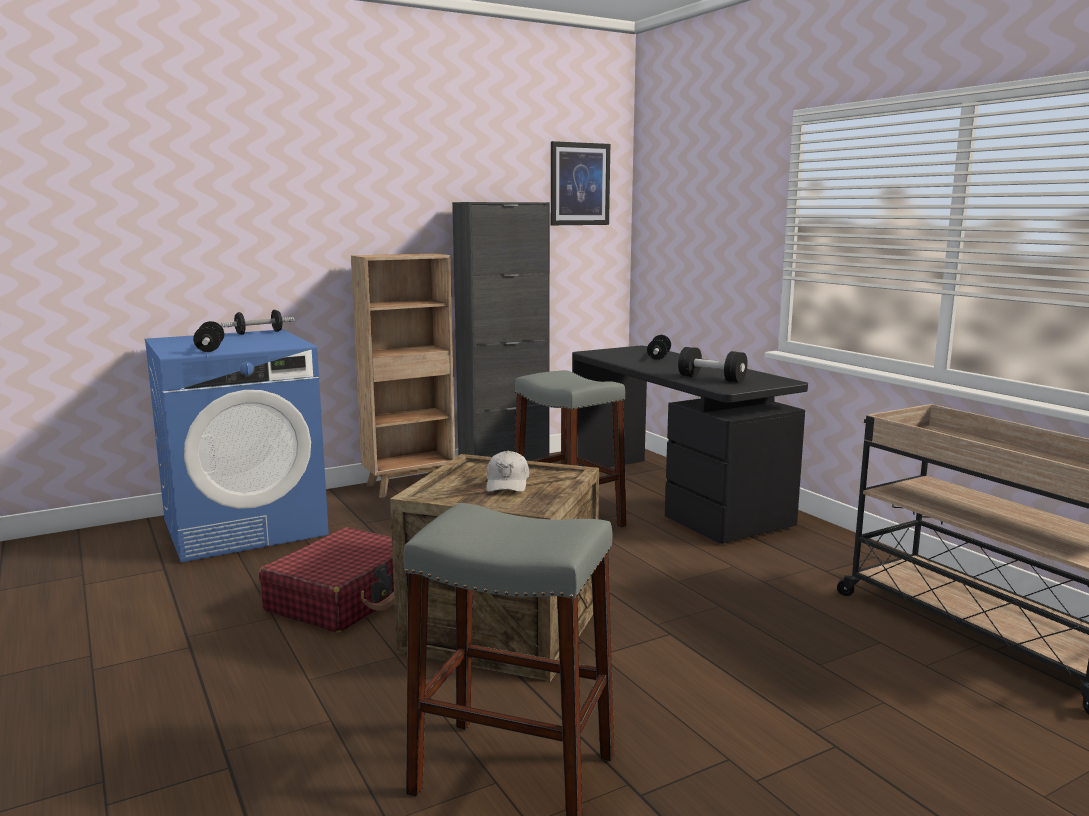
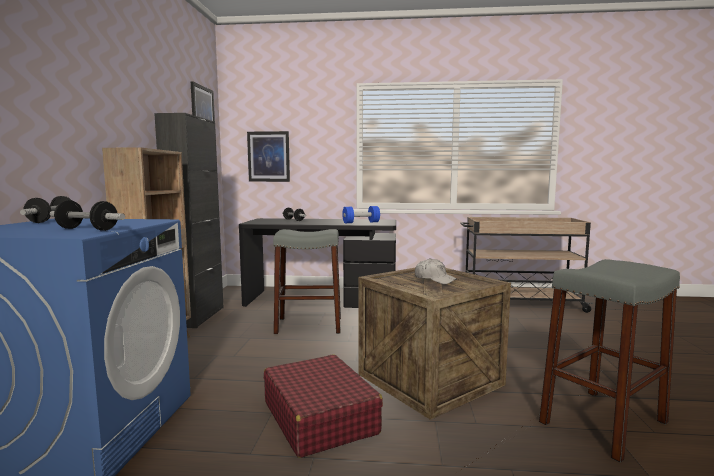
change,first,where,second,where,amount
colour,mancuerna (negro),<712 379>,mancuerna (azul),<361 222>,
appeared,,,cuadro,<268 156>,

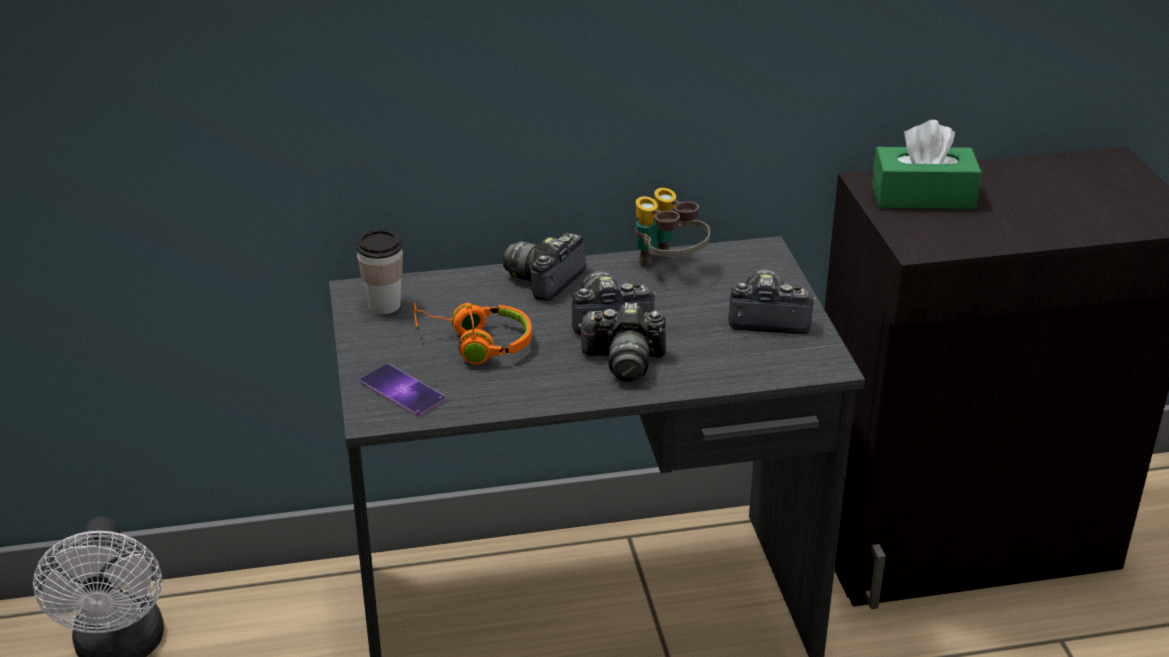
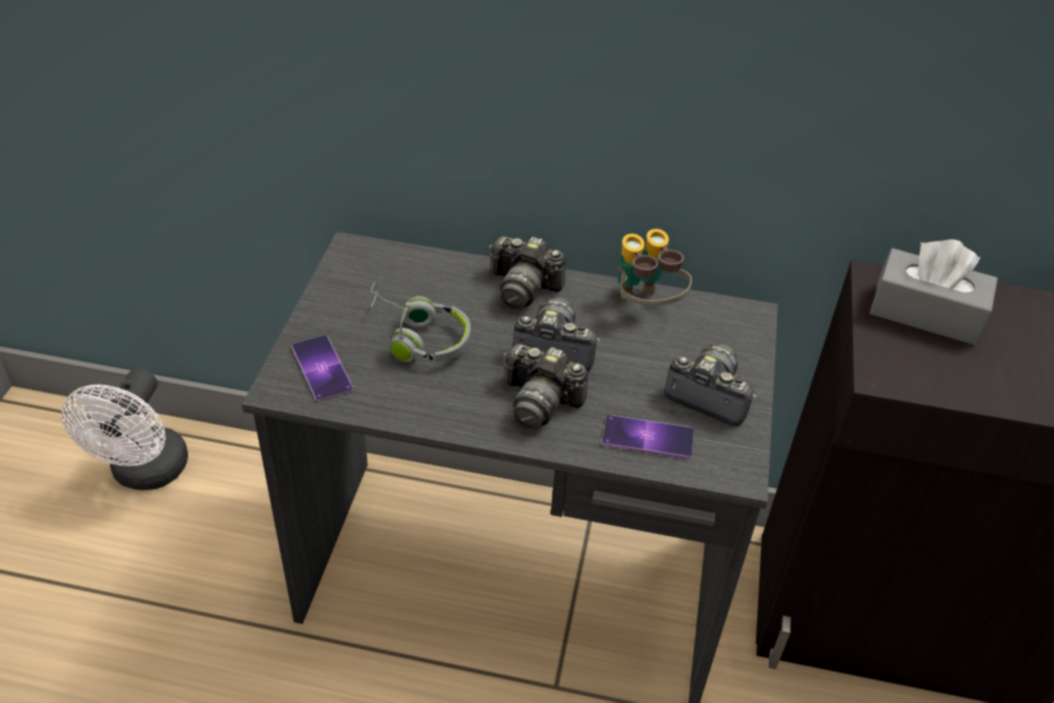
change,first,where,second,where,amount
missing,taza,<384 305>,,,
colour,auriculares (naranja),<475 343>,auriculares (gris),<417 337>,
spun,cámara,<546 280>,,<523 287>,120 degrees counterclockwise
colour,caja de pañuelos (verde),<923 196>,caja de pañuelos (gris),<926 313>,
appeared,,,móvil,<648 437>,

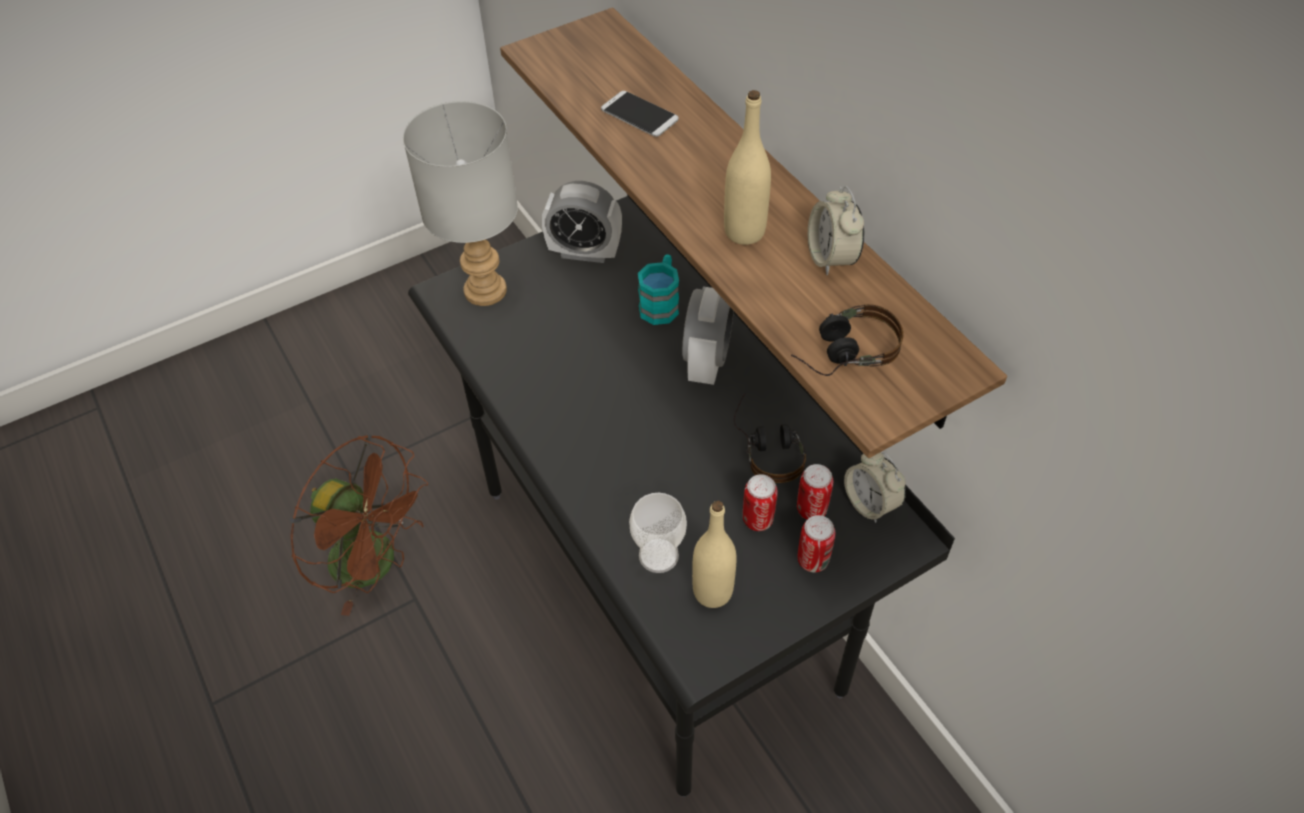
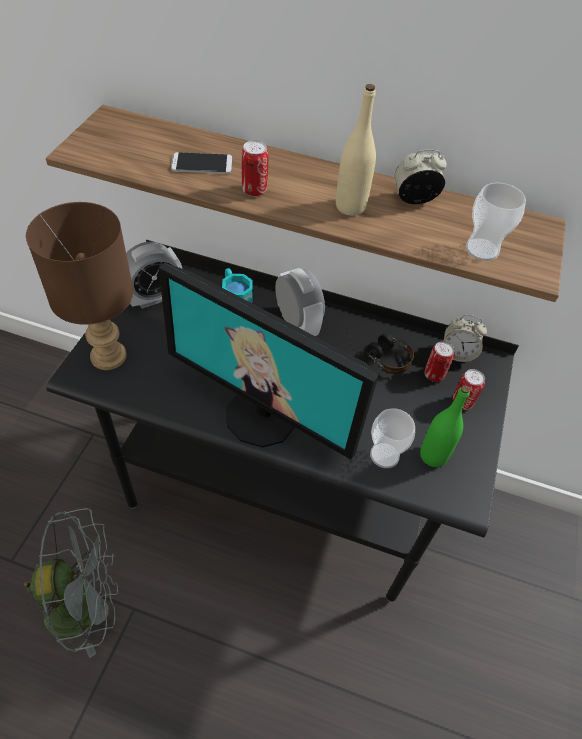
change,first,where,second,where,amount
colour,ventilador (marrón),<376 564>,ventilador (gris),<86 605>,
colour,lámpara de mesa (gris),<485 292>,lámpara de mesa (marrón),<109 357>,
colour,botella (beis),<712 592>,botella (verde),<433 455>,
relocated,lata,<757 520>,,<254 190>,
exchanged,auriculares,<840 353>,taza,<482 250>,
spun,despertador,<831 258>,,<414 199>,135 degrees clockwise
appeared,,,monitor,<261 416>,

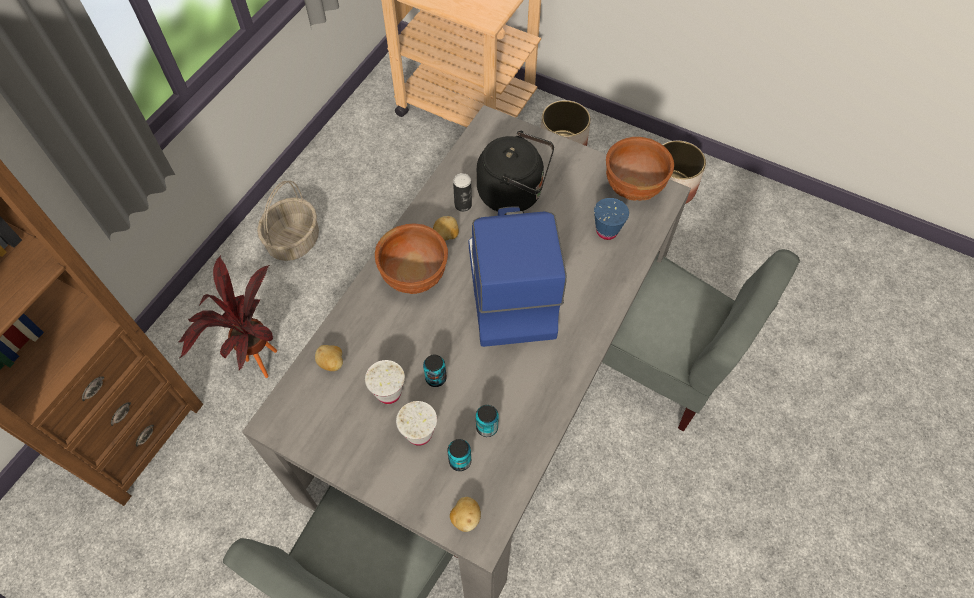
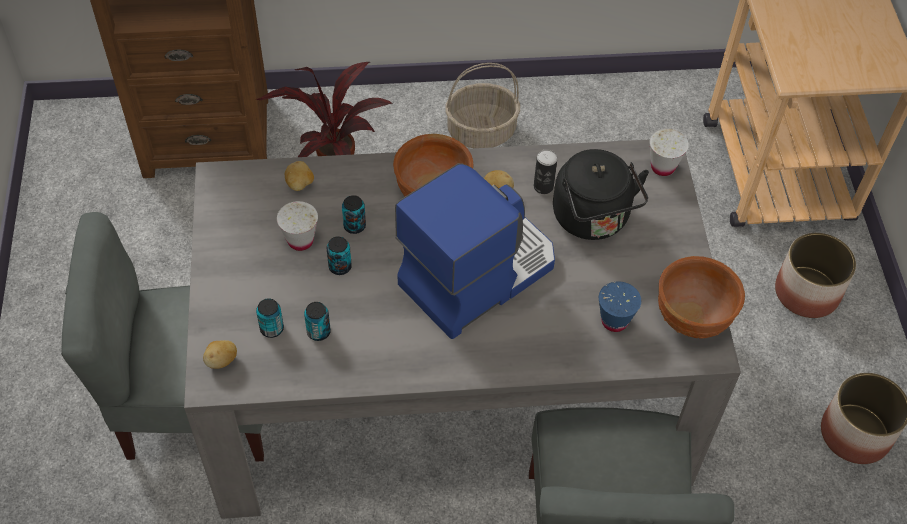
change,first,where,second,where,amount
relocated,taza (blanco),<419 434>,,<662 167>,
appeared,,,lata,<354 226>,

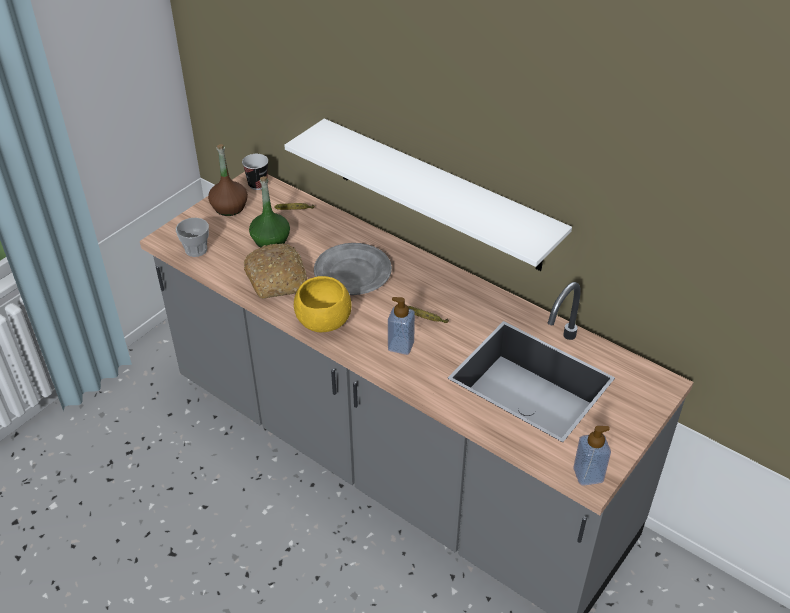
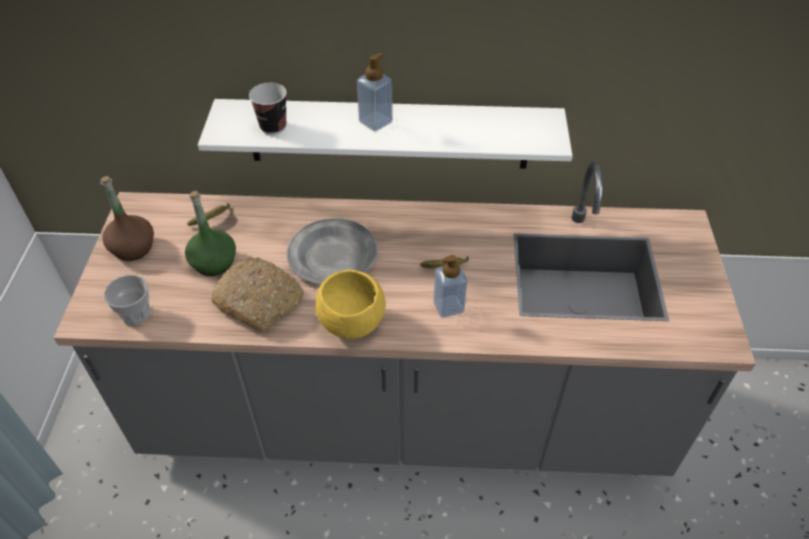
change,first,where,second,where,amount
relocated,taza,<258 184>,,<273 127>,
relocated,dispensador de jabón,<588 474>,,<375 122>,

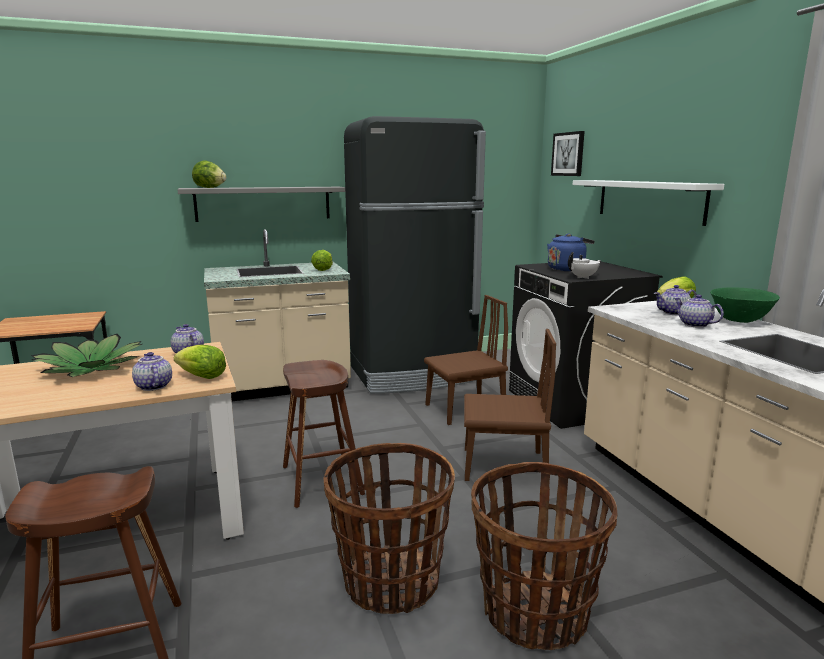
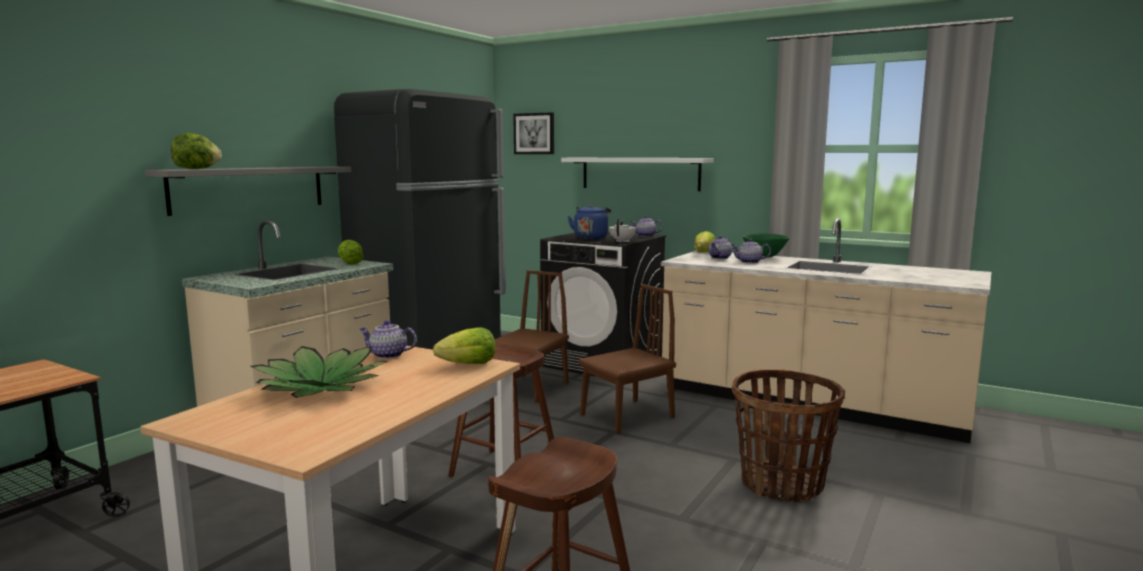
change,first,where,second,where,amount
relocated,tetera,<153 386>,,<645 236>,
missing,cesta,<390 582>,,,

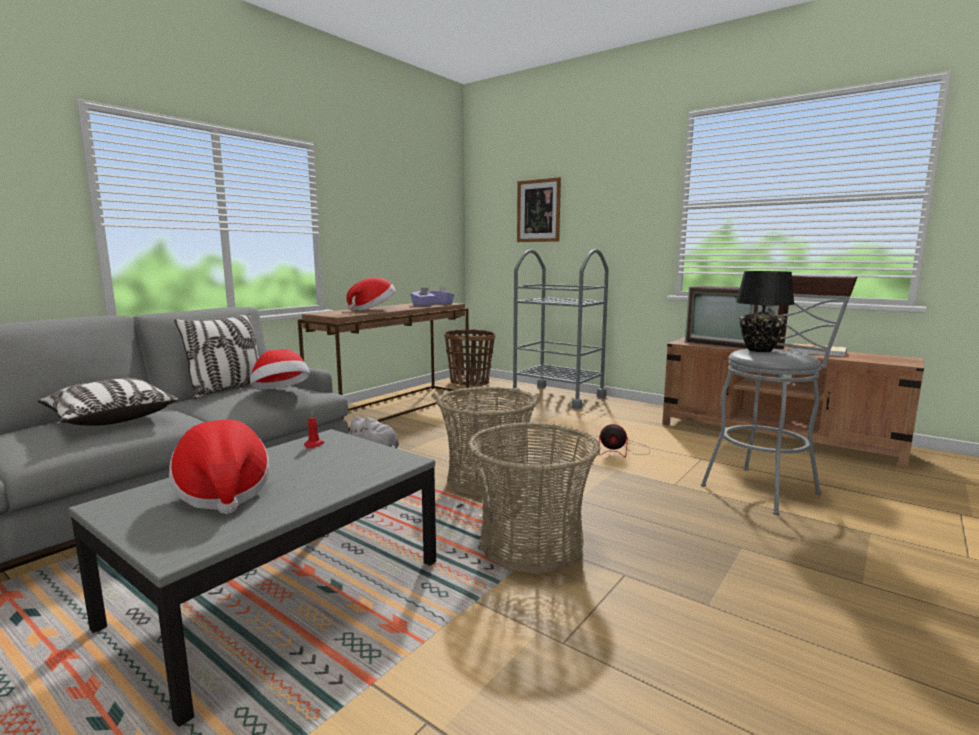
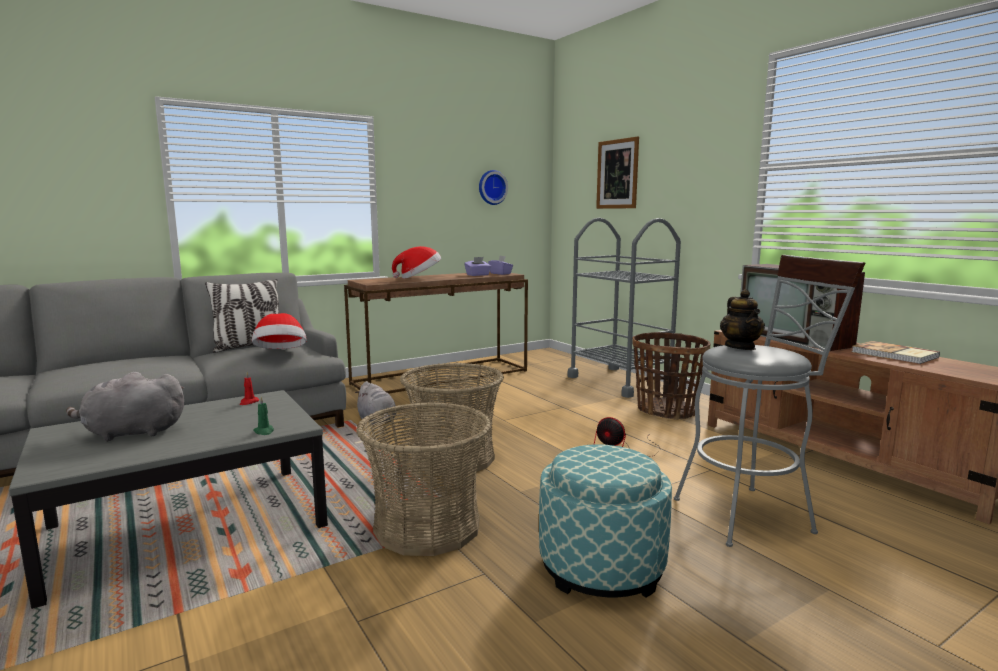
change,first,where,second,where,amount
missing,cojín,<110 418>,,,
exchanged,sombrero,<223 493>,peluche (gris),<131 433>,
relocated,cesta,<470 382>,,<666 411>,
exchanged,lámpara de mesa (negro),<759 350>,tetera,<740 347>,
appeared,,,vela (verde),<264 431>,
appeared,,,reloj de pared,<491 187>,
appeared,,,puf,<601 567>,

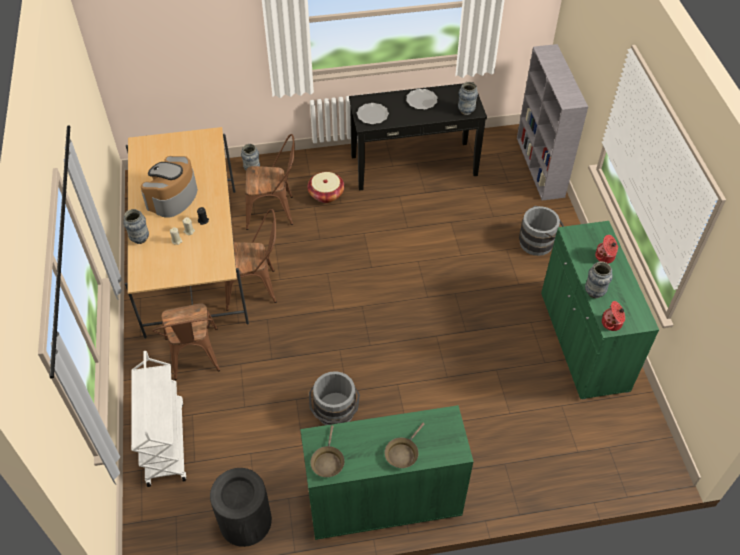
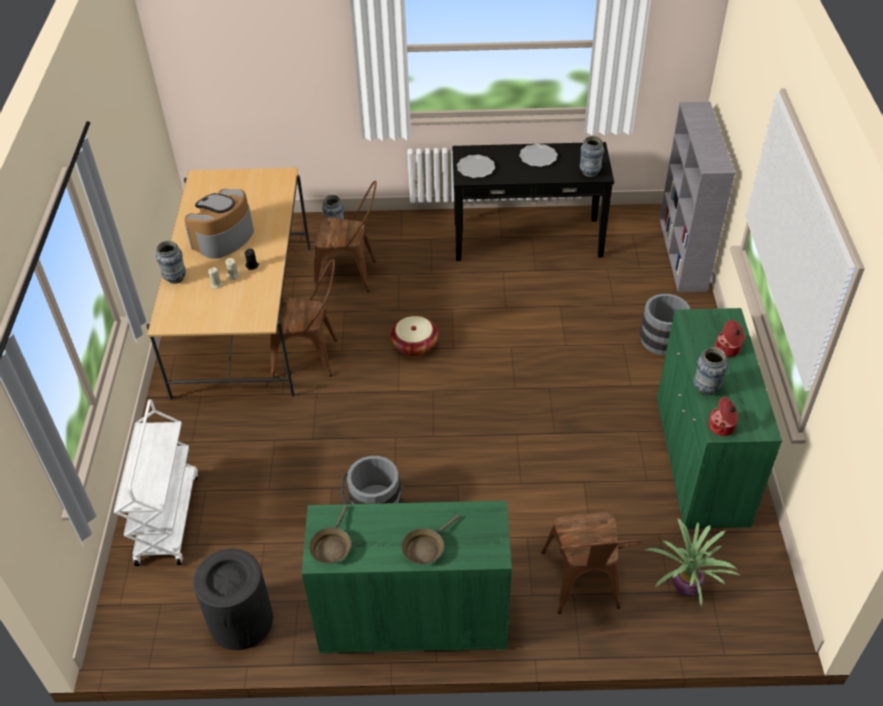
change,first,where,second,where,amount
relocated,silla (marrón),<194 358>,,<584 585>,
relocated,cesta,<326 194>,,<414 345>,
appeared,,,planta en maceta,<687 585>,

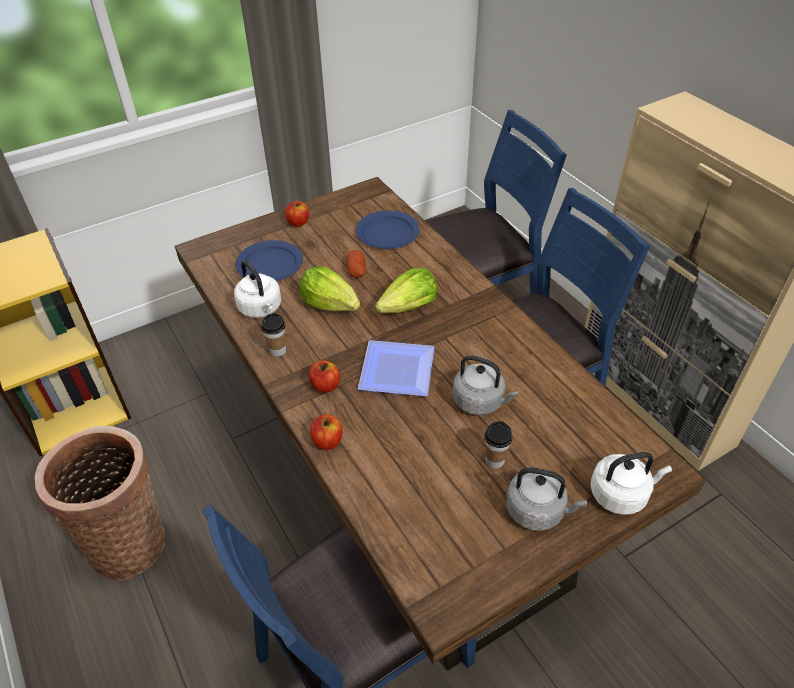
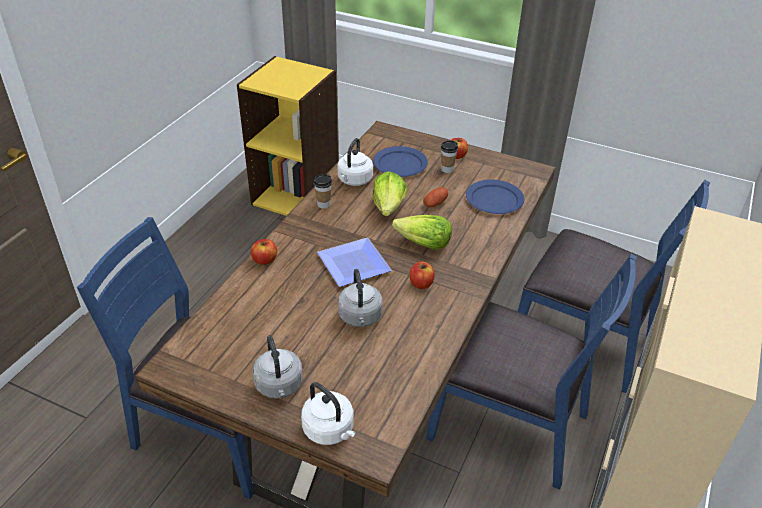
change,first,where,second,where,amount
missing,cesta,<130 541>,,,
relocated,manzana,<325 385>,,<421 284>,
relocated,taza,<494 460>,,<447 169>,

